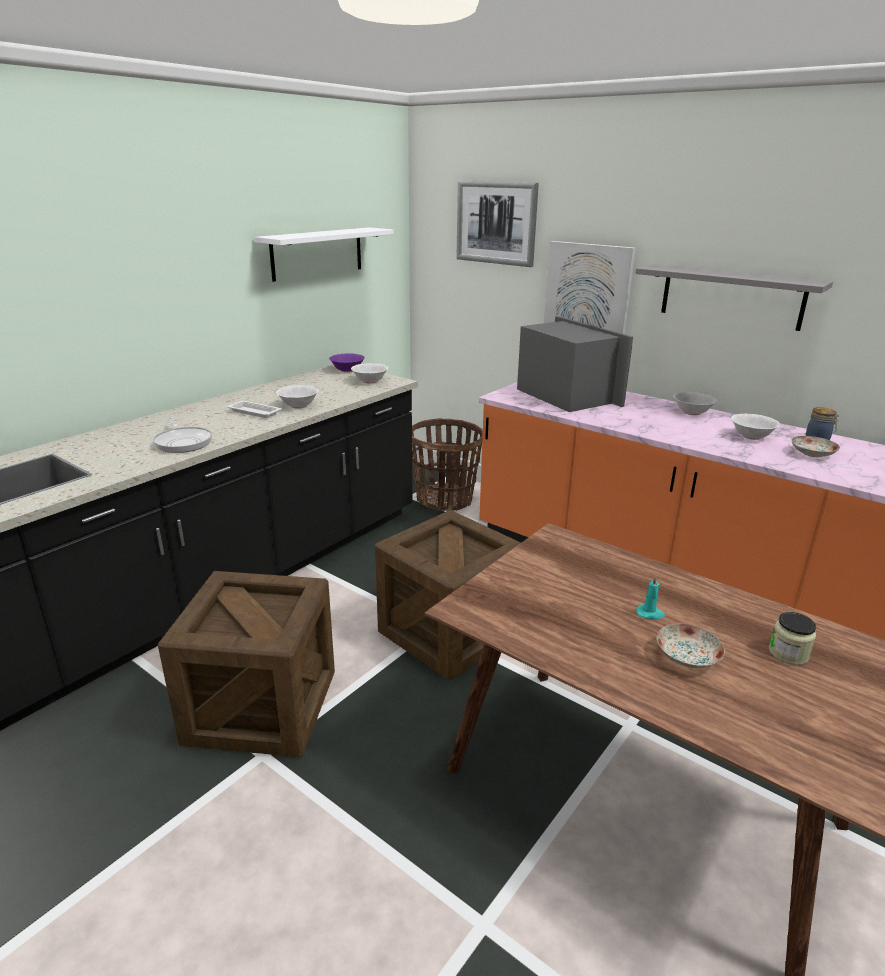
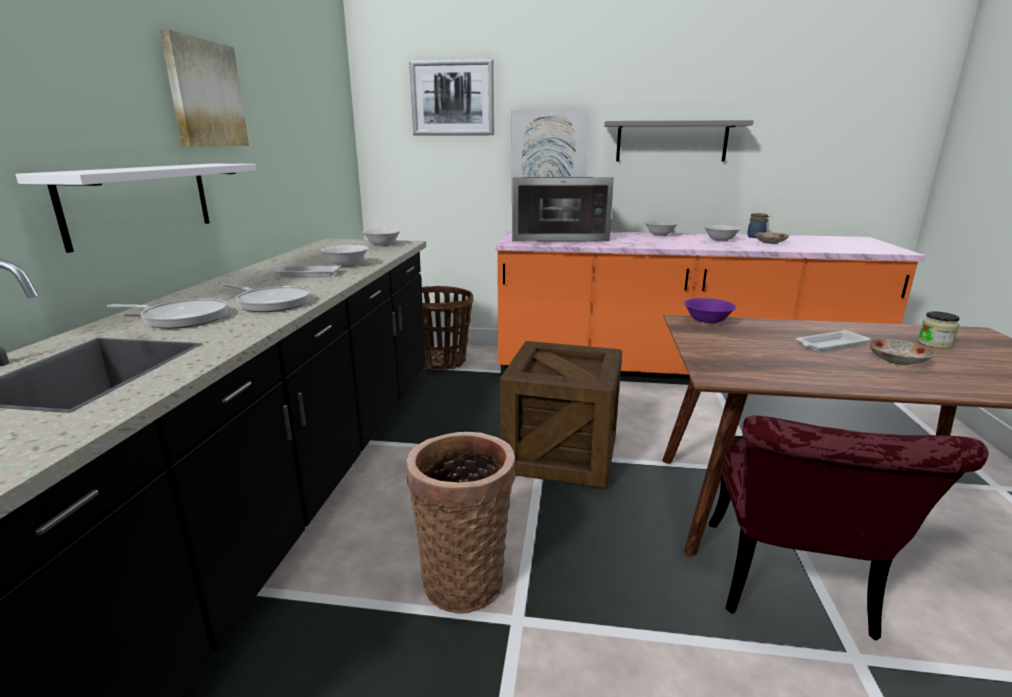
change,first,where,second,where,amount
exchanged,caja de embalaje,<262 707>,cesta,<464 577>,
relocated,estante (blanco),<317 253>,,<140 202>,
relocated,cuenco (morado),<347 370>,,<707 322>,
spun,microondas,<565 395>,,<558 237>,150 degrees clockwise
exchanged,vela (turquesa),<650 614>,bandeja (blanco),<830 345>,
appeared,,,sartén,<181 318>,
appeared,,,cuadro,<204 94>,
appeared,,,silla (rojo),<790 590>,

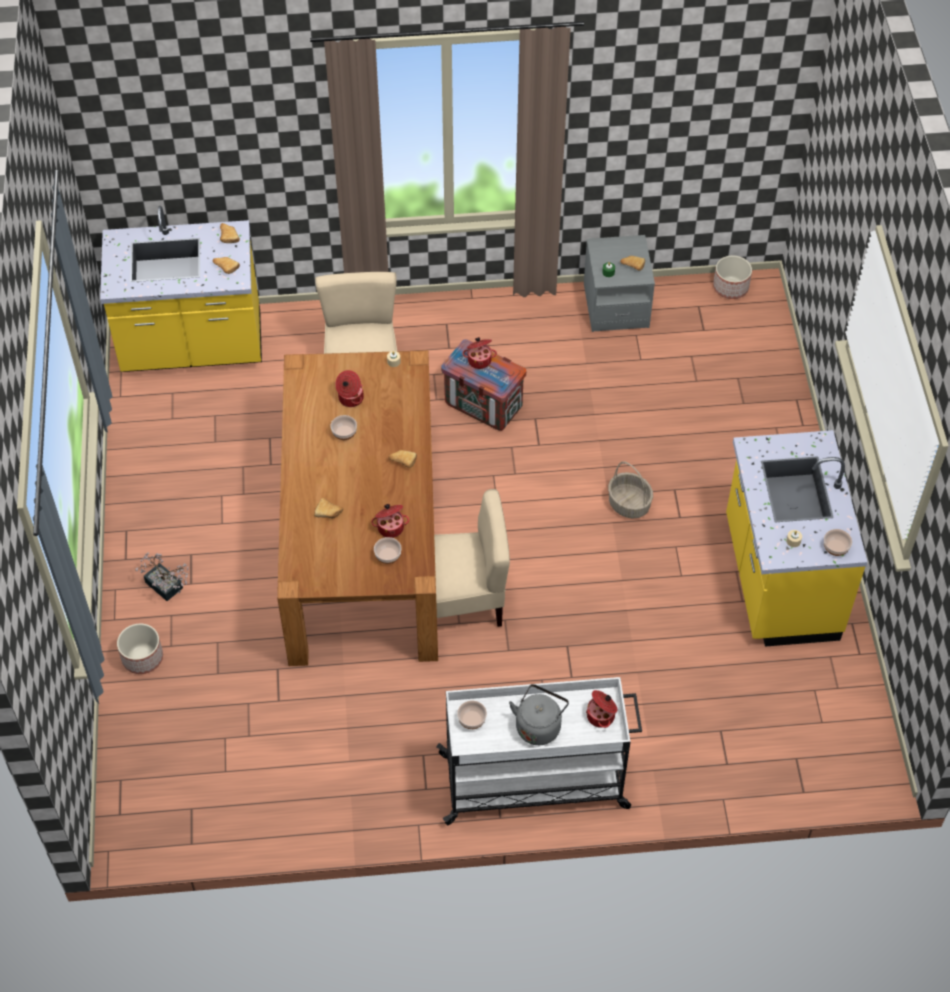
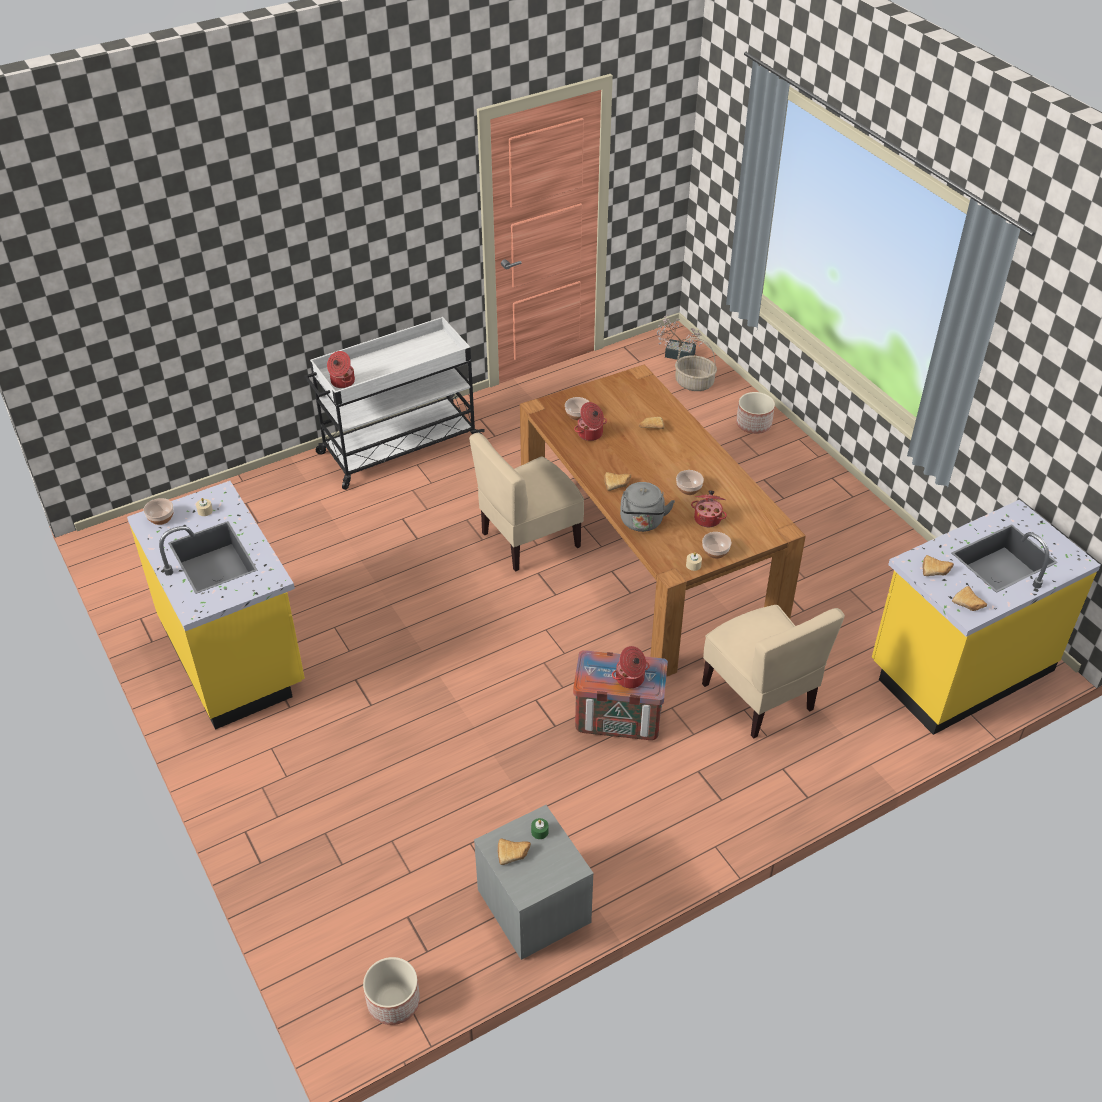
change,first,where,second,where,amount
relocated,planta en maceta,<166 588>,,<676 353>,
relocated,cuenco,<472 720>,,<715 552>,
relocated,hervidor (gris),<539 725>,,<642 523>,
relocated,cesta,<628 504>,,<694 383>,

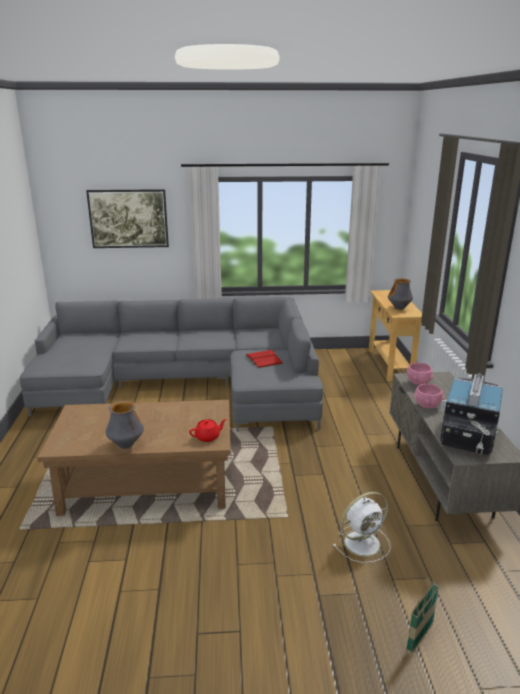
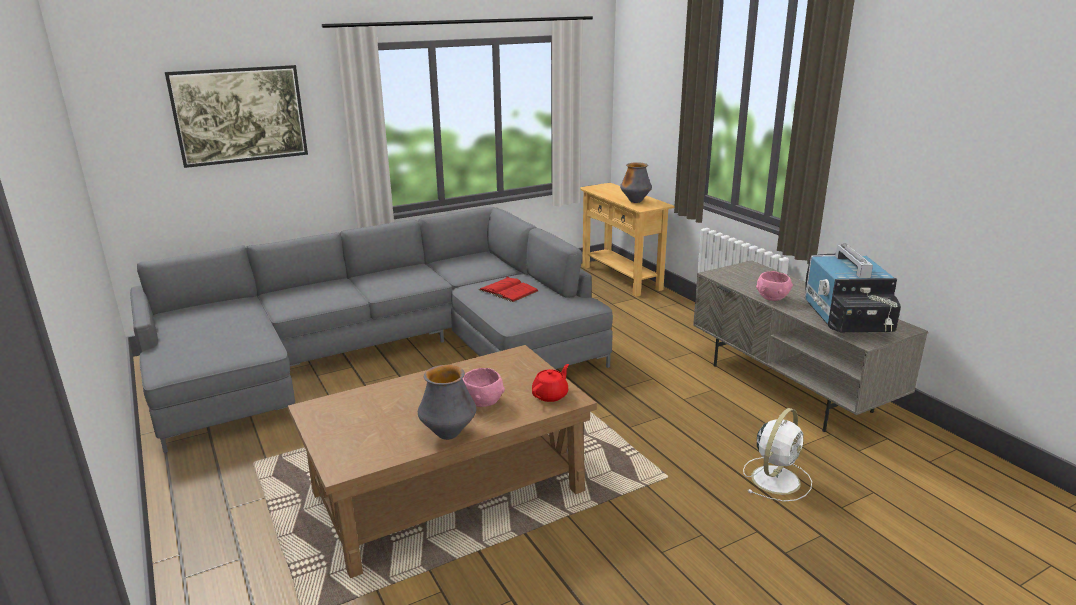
change,first,where,second,where,amount
missing,cesta,<419 637>,,,
relocated,cuenco (rosa),<418 383>,,<482 403>,

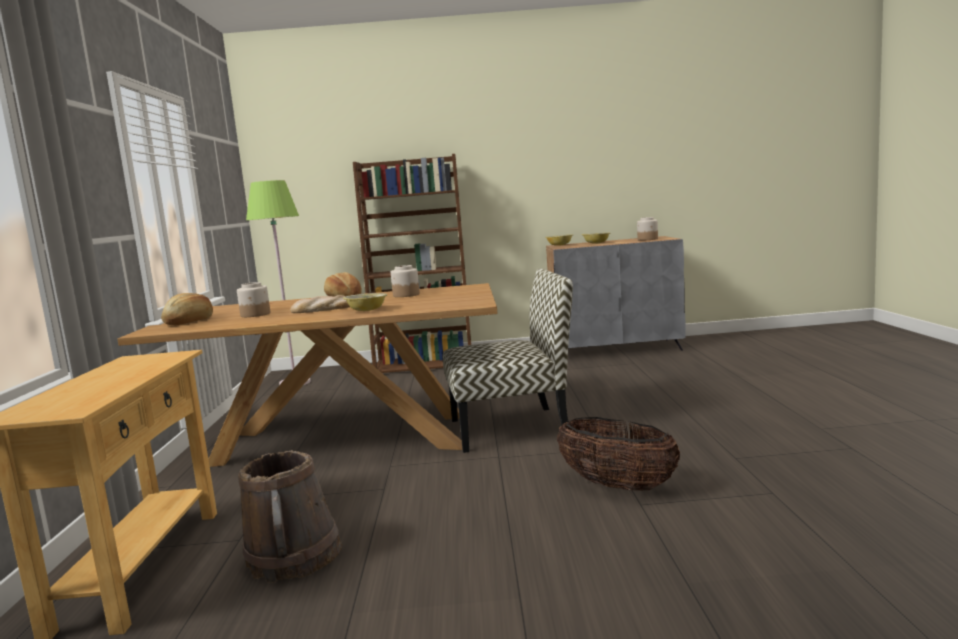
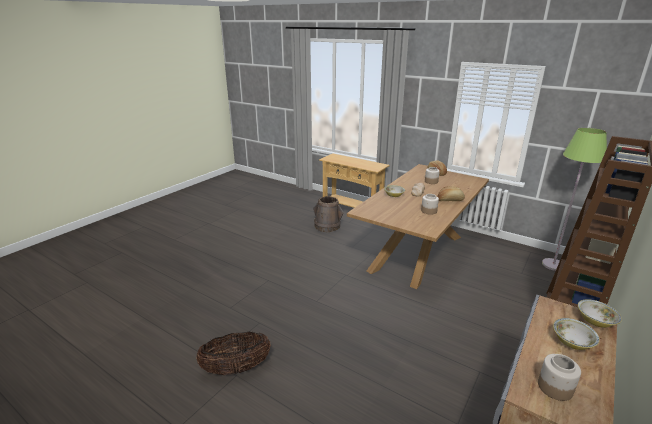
change,first,where,second,where,amount
missing,silla,<511 428>,,,
relocated,cesta,<617 486>,,<236 368>,

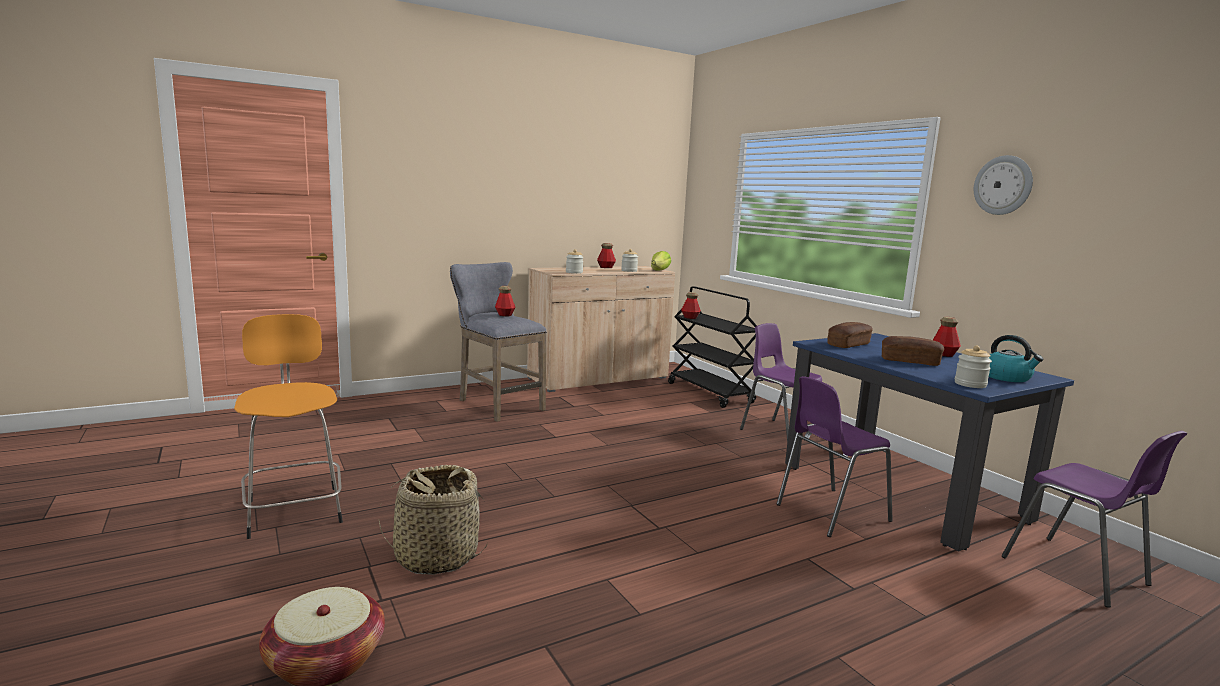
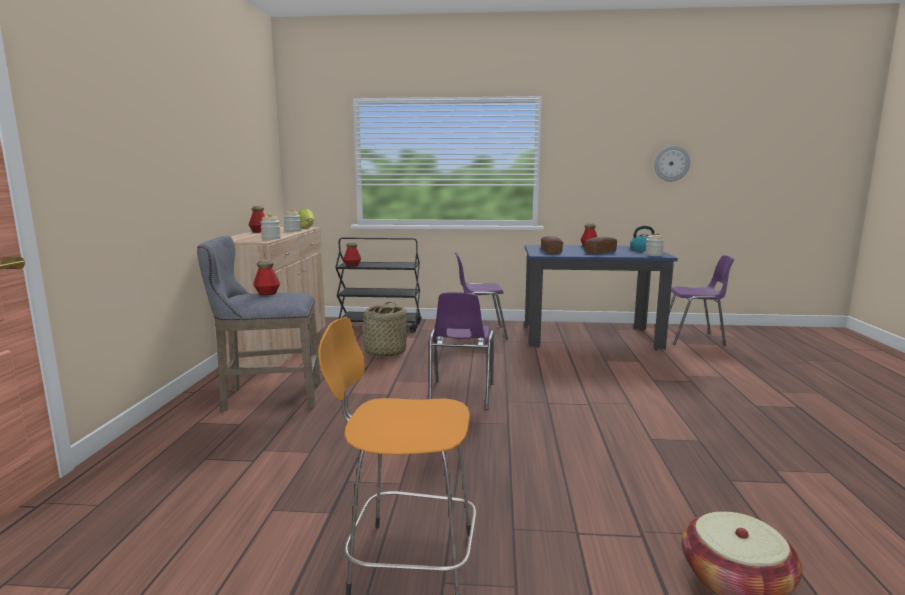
change,first,where,second,where,amount
relocated,cesta,<436 557>,,<384 352>,
relocated,silla (morado),<829 513>,,<460 396>,
relocated,reloj de pared,<1003 185>,,<671 163>,

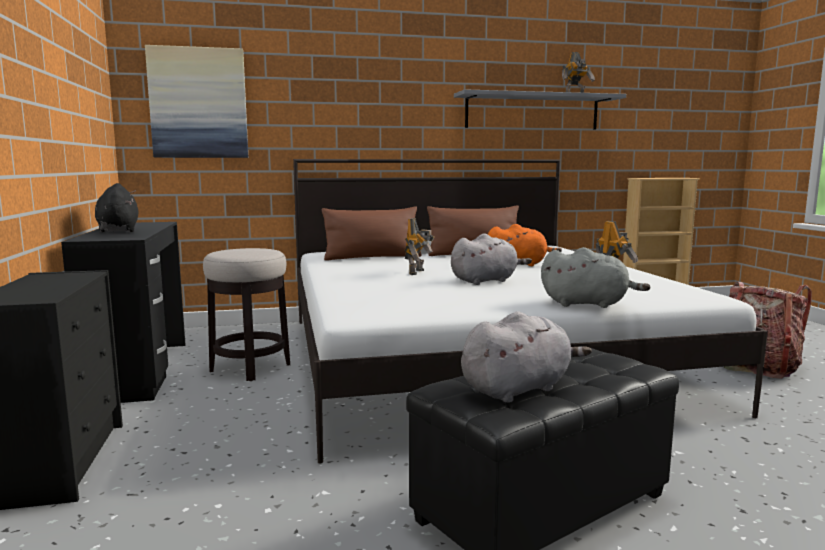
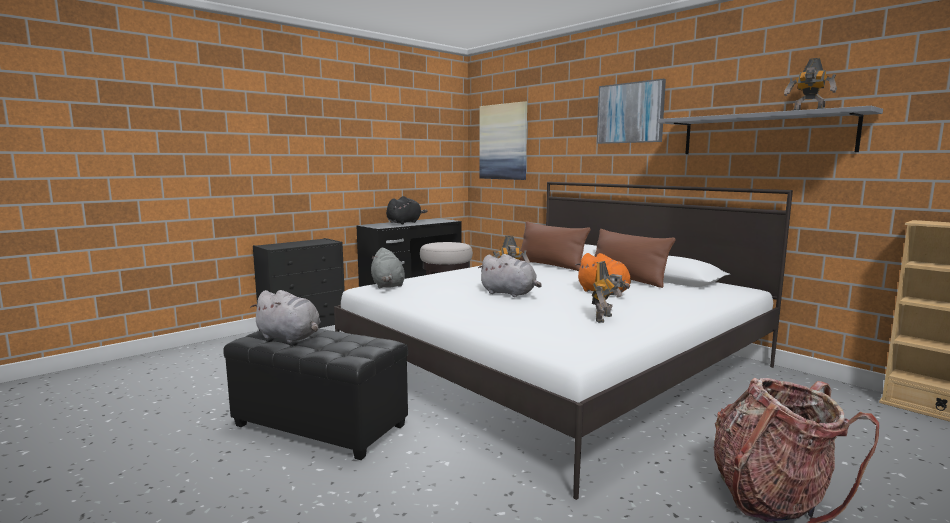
change,first,where,second,where,amount
relocated,peluche (gris),<588 304>,,<387 286>,
appeared,,,cuadro,<630 113>,

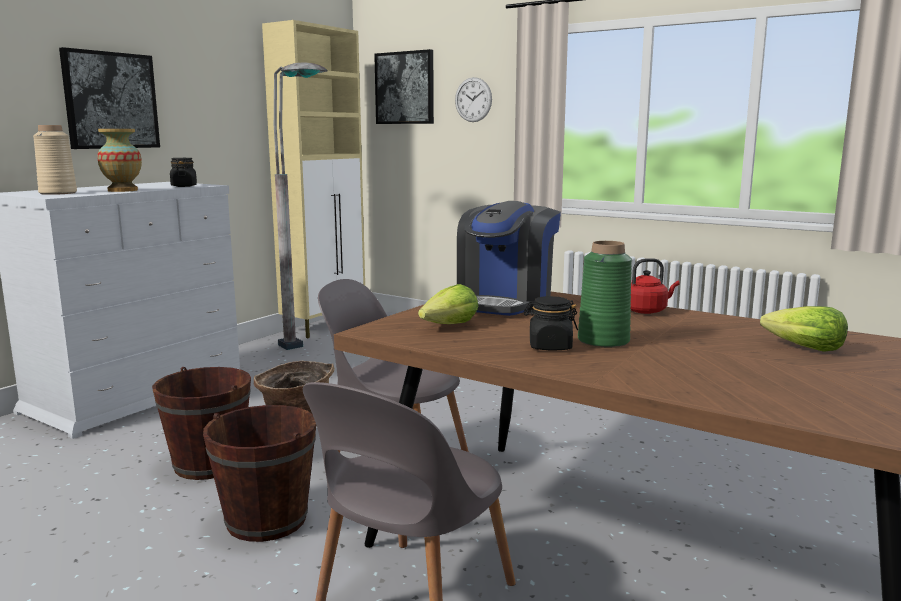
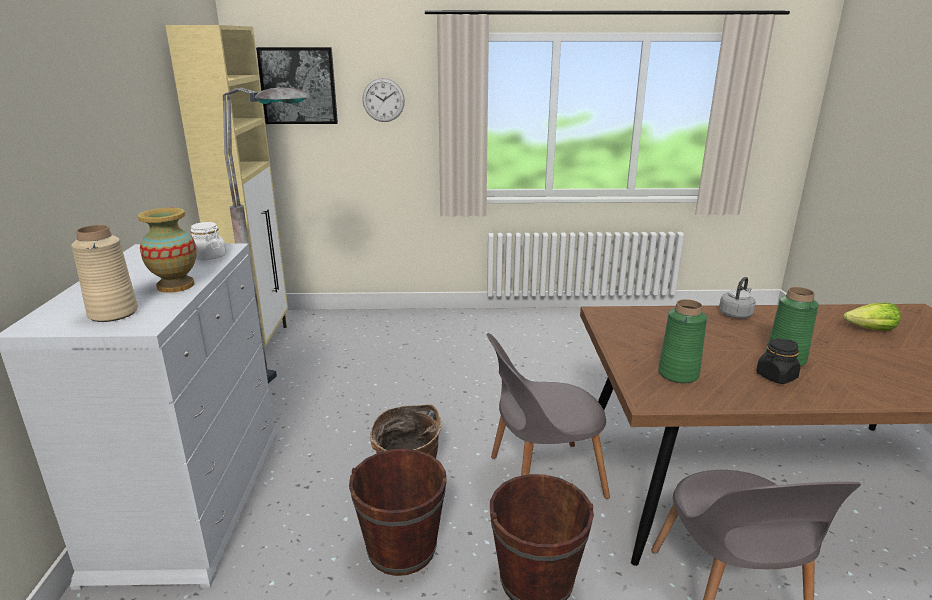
change,first,where,second,where,amount
missing,cuadro,<110 100>,,,
colour,tarro (negro),<184 186>,tarro (blanco),<209 257>,
exchanged,lechuga,<450 326>,florero (verde),<678 374>,
missing,cafetera,<505 303>,,,
colour,hervidor (rojo),<647 311>,hervidor (gris),<736 314>,

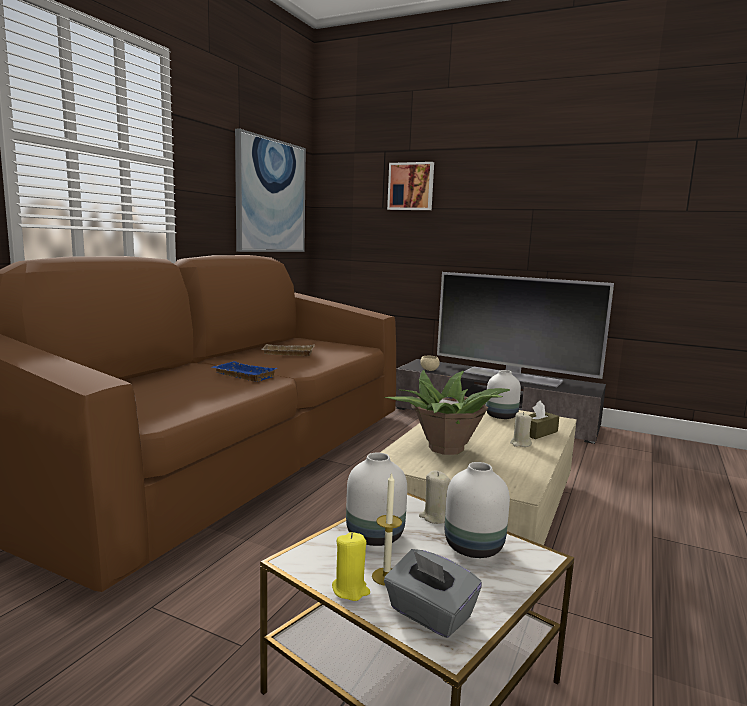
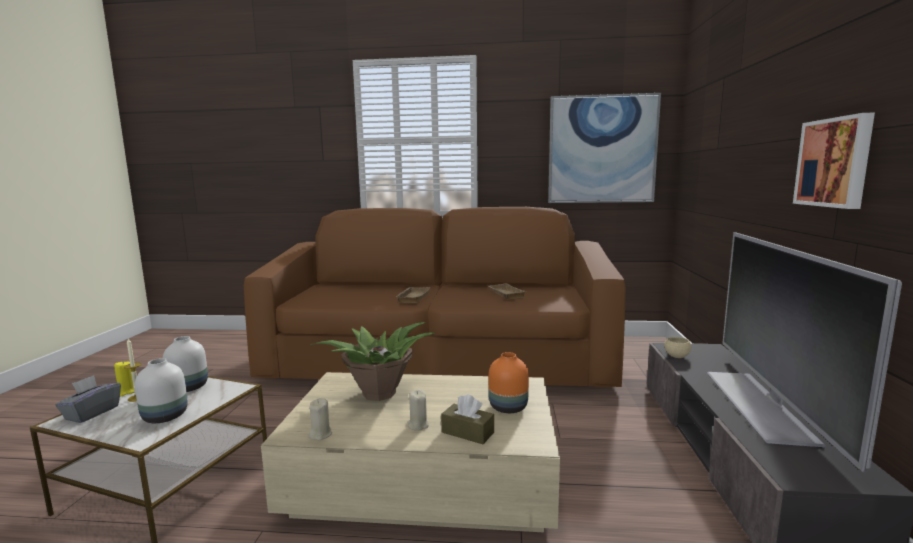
change,first,where,second,where,amount
colour,bandeja (azul),<242 376>,bandeja (beis),<412 297>,
relocated,cuadro,<411 186>,,<835 162>,
relocated,vela (beis),<434 517>,,<320 434>,
colour,florero (blanco),<500 416>,florero (naranja),<508 407>,

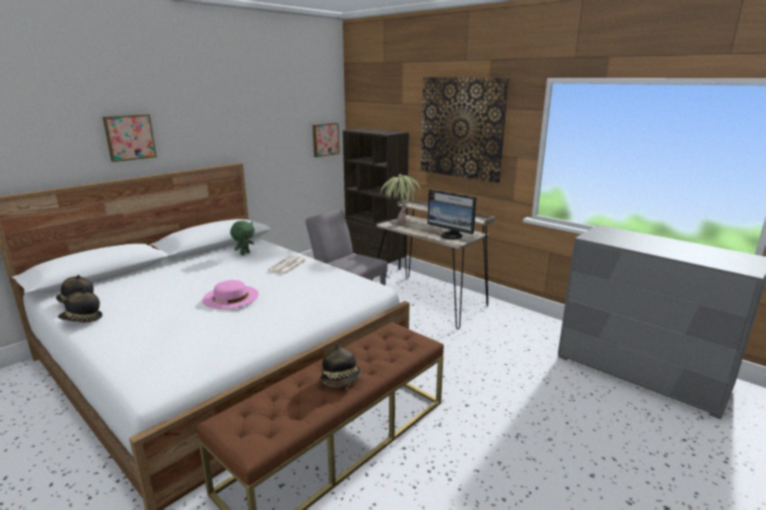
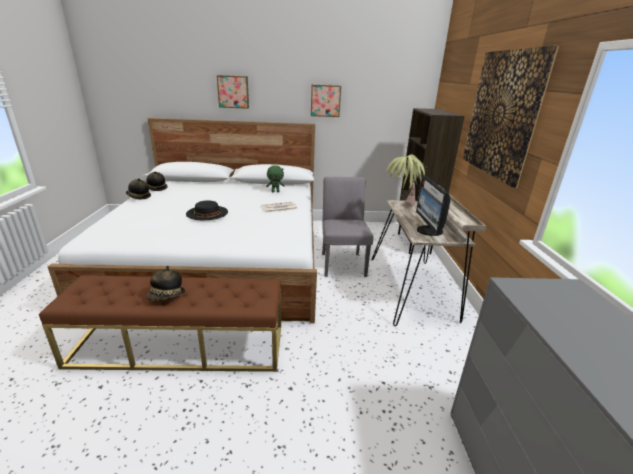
change,first,where,second,where,amount
colour,sombrero (rosa),<230 297>,sombrero (negro),<207 212>,
relocated,cuadro,<325 139>,,<325 100>,

